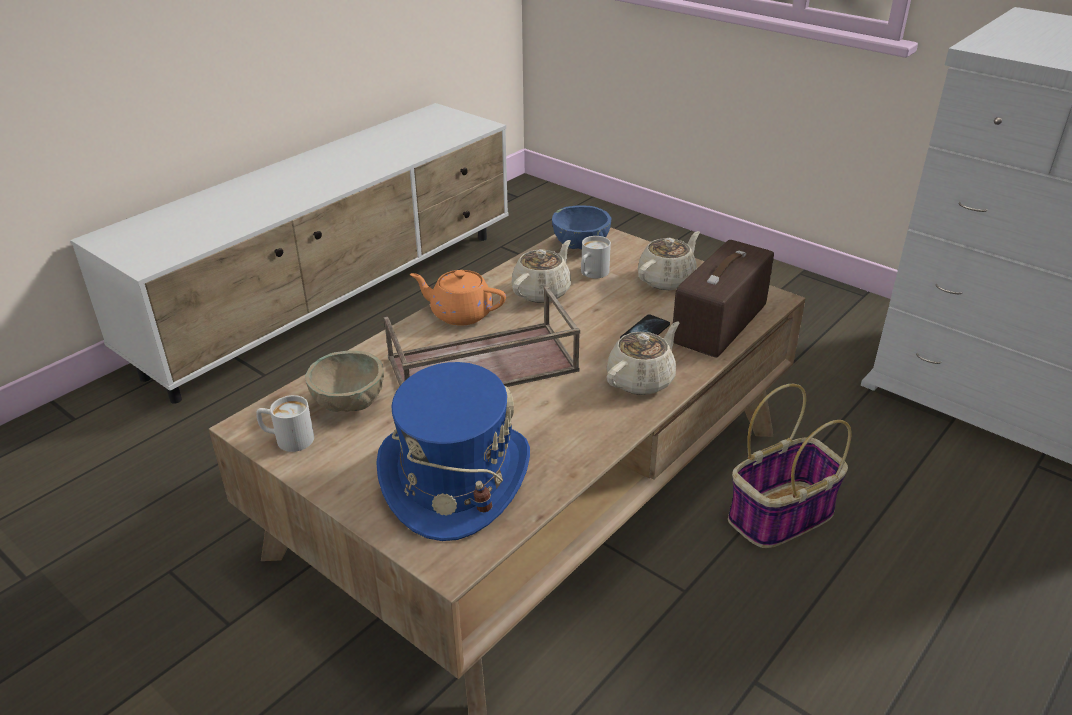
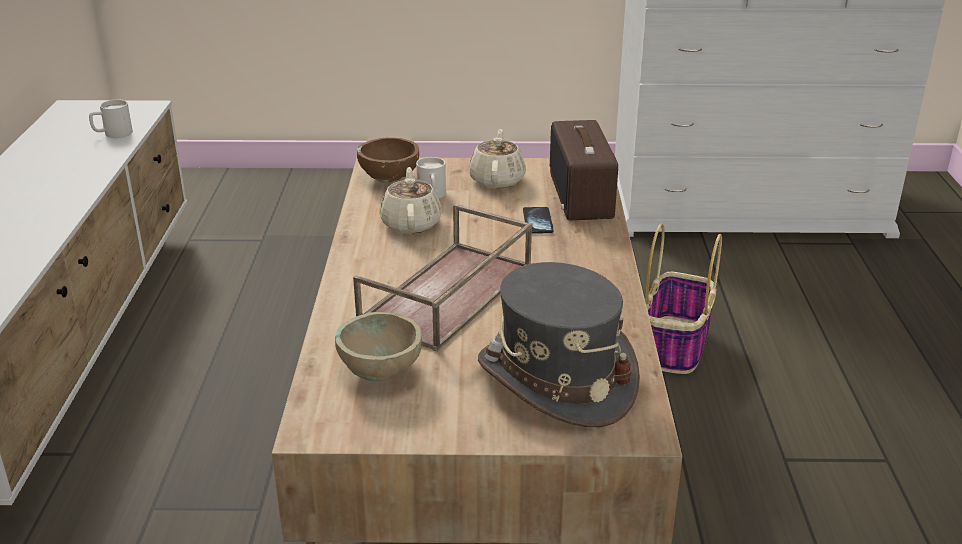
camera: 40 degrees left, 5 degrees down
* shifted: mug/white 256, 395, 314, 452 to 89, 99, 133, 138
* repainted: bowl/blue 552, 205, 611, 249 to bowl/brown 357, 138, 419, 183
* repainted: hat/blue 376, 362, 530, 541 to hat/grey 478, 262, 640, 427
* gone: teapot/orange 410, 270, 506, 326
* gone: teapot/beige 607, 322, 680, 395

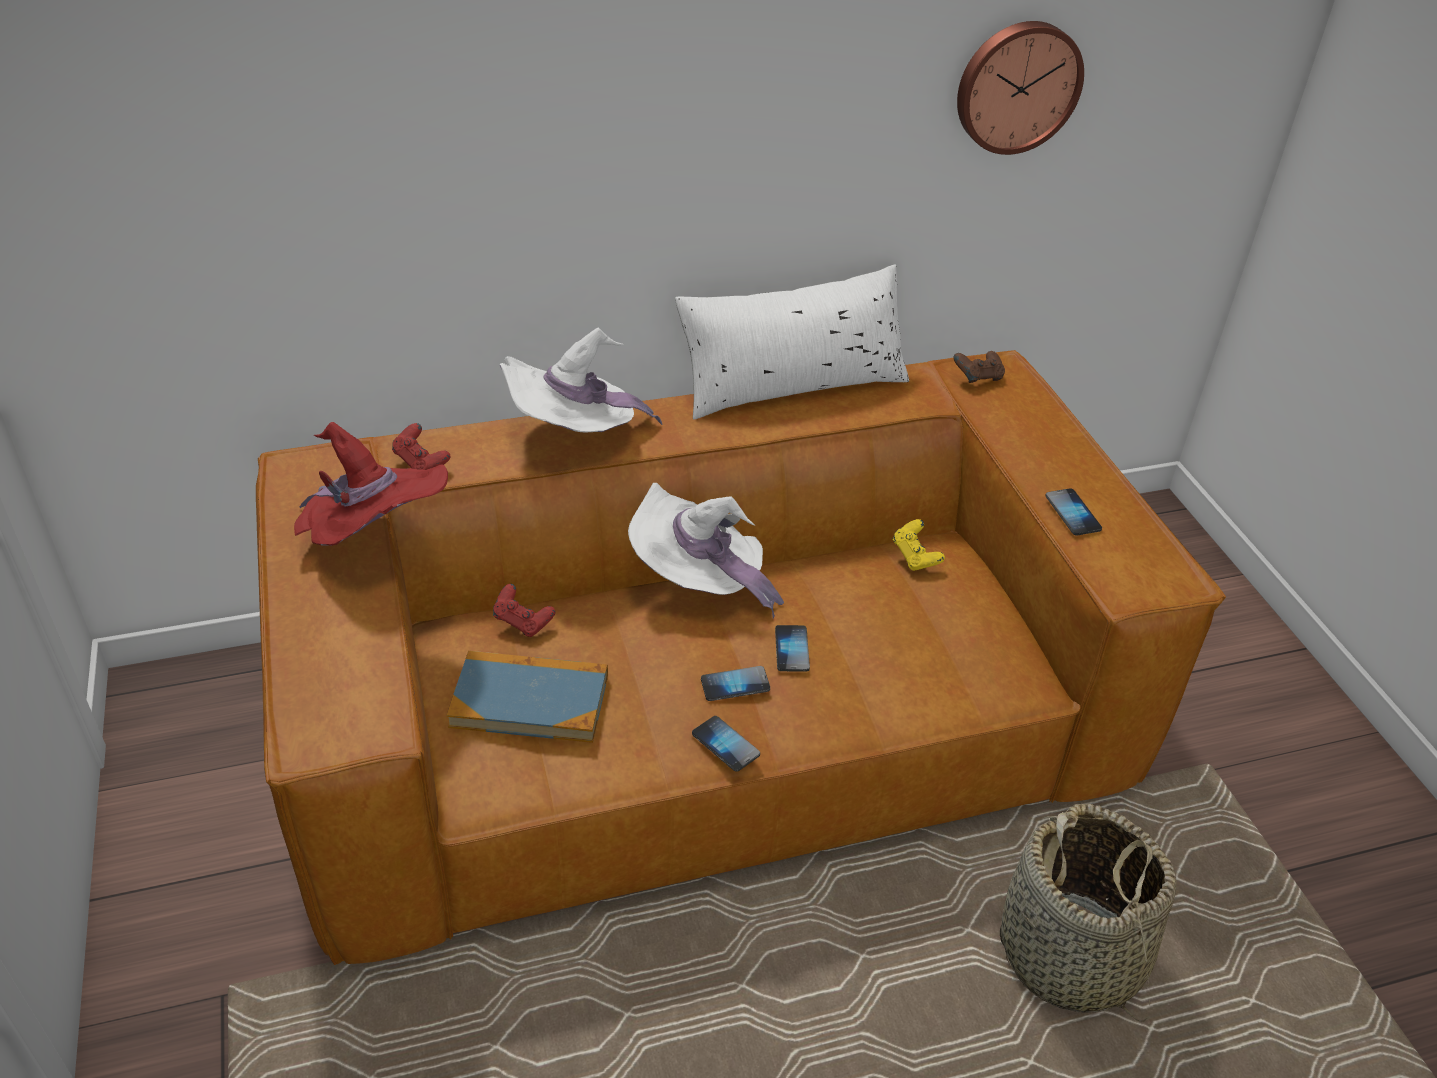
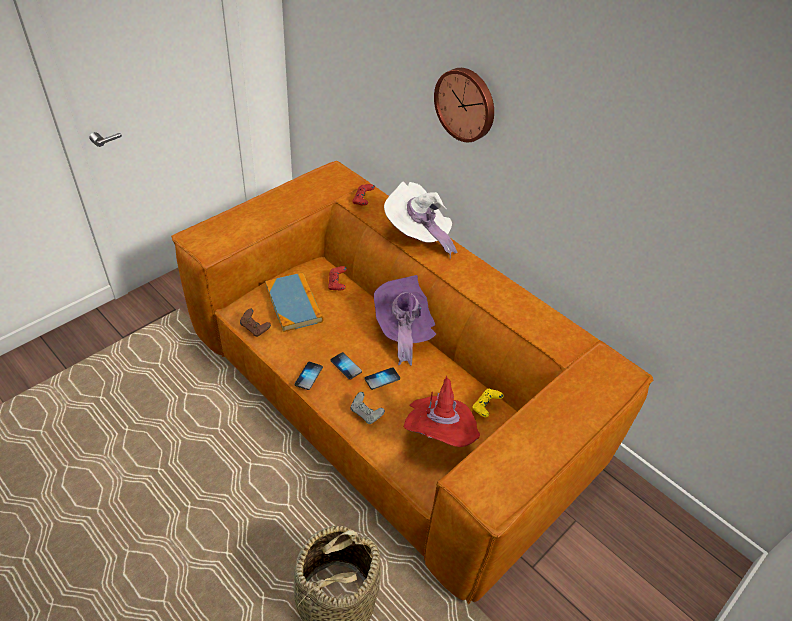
camera: 60 degrees right, 5 degrees up
* shifted: game controller/brown 954, 351, 1005, 383 to 240, 308, 271, 337
* new: game controller/grey 351, 392, 385, 424
* repainted: hat/white 628, 483, 784, 618 to hat/purple 374, 275, 436, 366
* shifted: hat/red 294, 422, 448, 546 to 404, 376, 480, 447
* shifted: wall clock 957, 21, 1084, 155 to 434, 68, 494, 142
* gone: pillow/white 675, 265, 909, 420
* gone: phone 1045, 488, 1102, 535

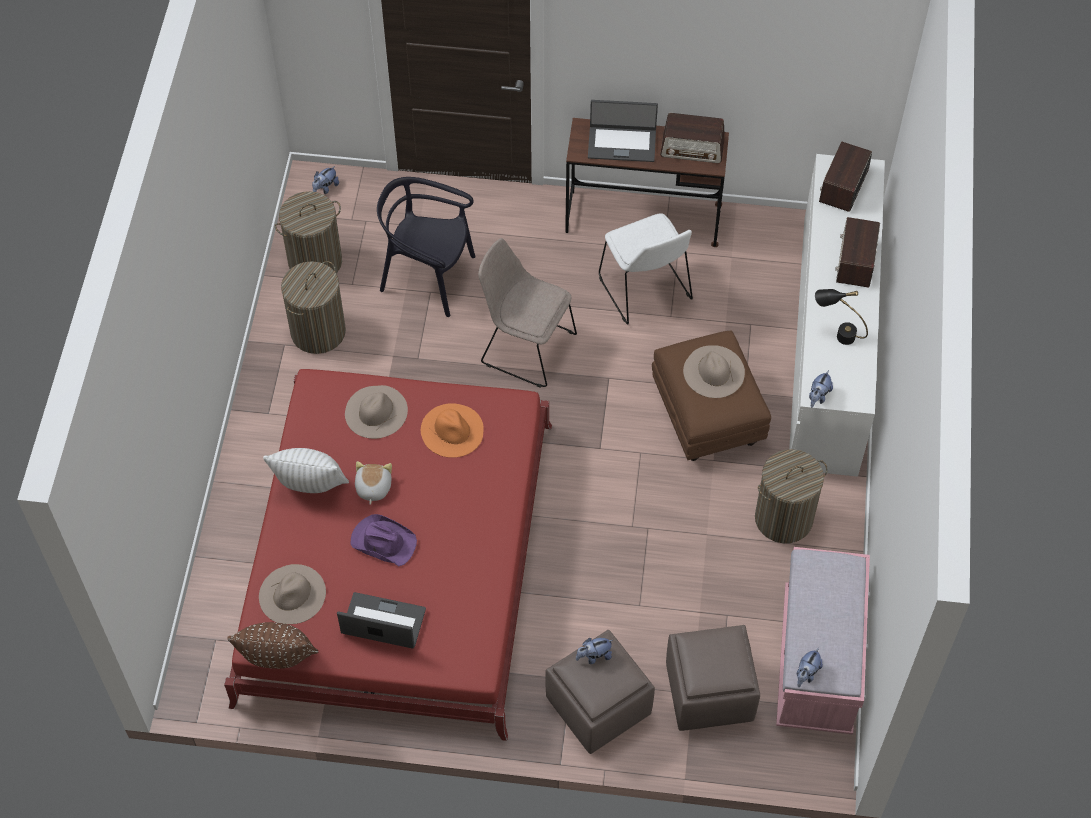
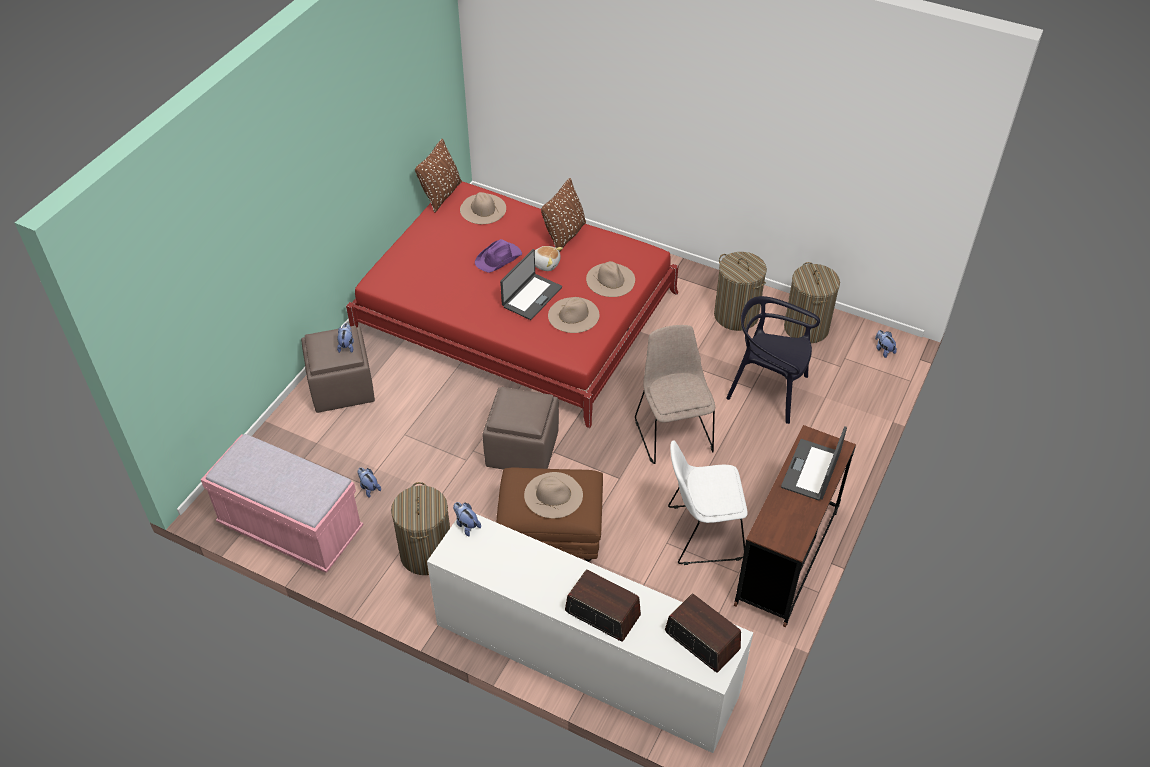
camera: 110 degrees right, 10 degrees down
* shifted: plush toy 797, 648, 823, 687 to 358, 467, 381, 498
* shifted: ottoman/brown 666, 625, 760, 731 to 483, 387, 559, 469
* shifted: laptop 337, 592, 426, 649 to 500, 249, 562, 320
* repainted: pillow/white 263, 448, 349, 493 to pillow/brown 541, 178, 586, 252
* repainted: hat/orange 421, 403, 484, 458 to hat/beige 548, 297, 599, 333
* rotated: chair/beige 478, 238, 577, 388 = 635, 325, 715, 464 60 degrees counterclockwise
* rotated: chair/black 377, 177, 476, 317 = 726, 296, 820, 424 105 degrees counterclockwise
* gone: radio 660, 113, 725, 163
* gone: table lamp/black 815, 289, 868, 345

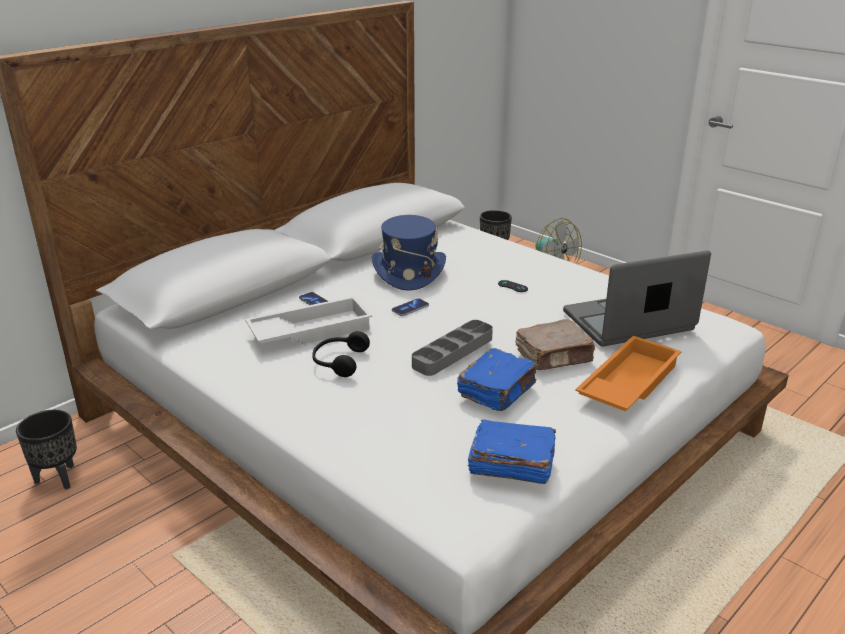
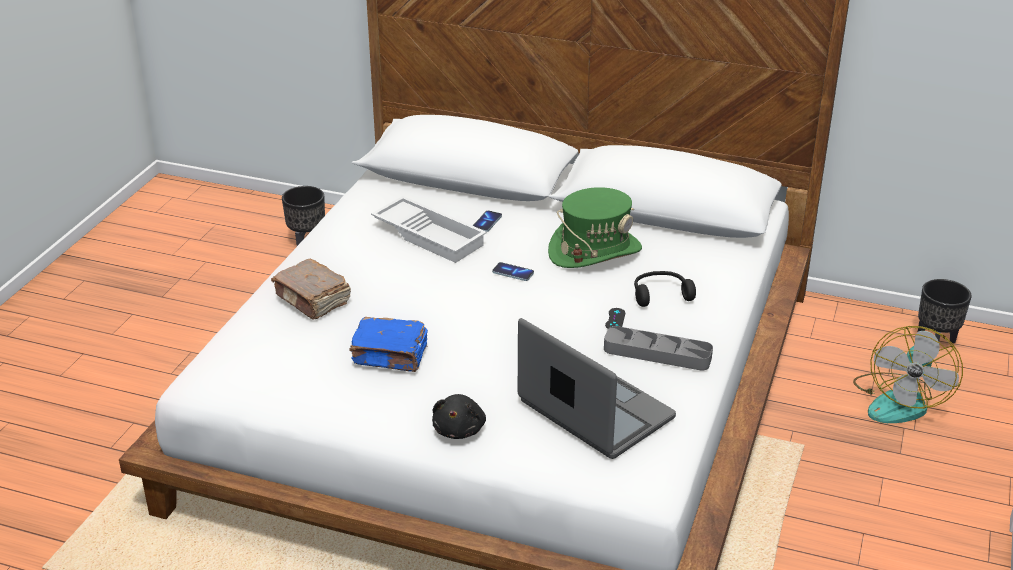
camera: 65 degrees right, 5 degrees up
* shifted: book/brown 515, 319, 596, 370 to 271, 259, 351, 319
* swapped: tray/orange 575, 336, 681, 411 to plush toy/black 432, 394, 486, 439
* repainted: hat/blue 372, 215, 446, 291 to hat/green 548, 187, 642, 268
* shifted: tray/grey 412, 320, 493, 376 to 604, 326, 713, 371
* shifted: headphones/black 312, 331, 370, 377 to 634, 271, 696, 307
* gone: book/blue 468, 419, 556, 484

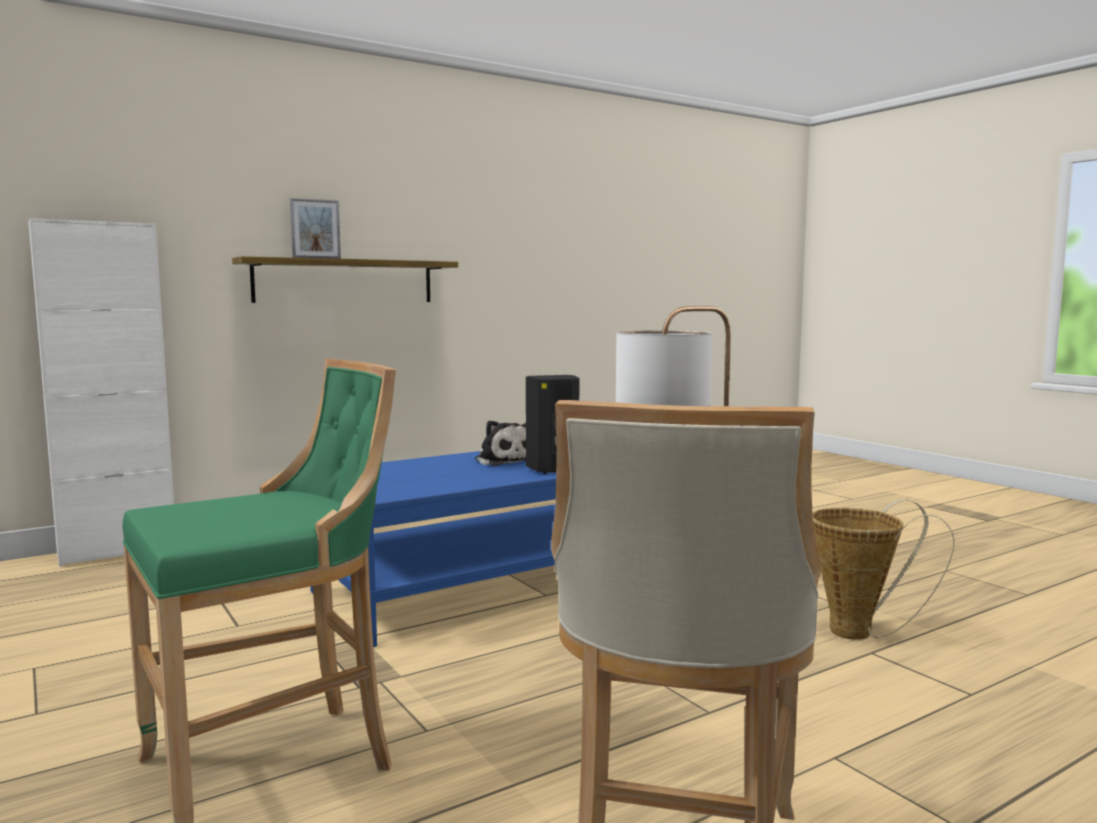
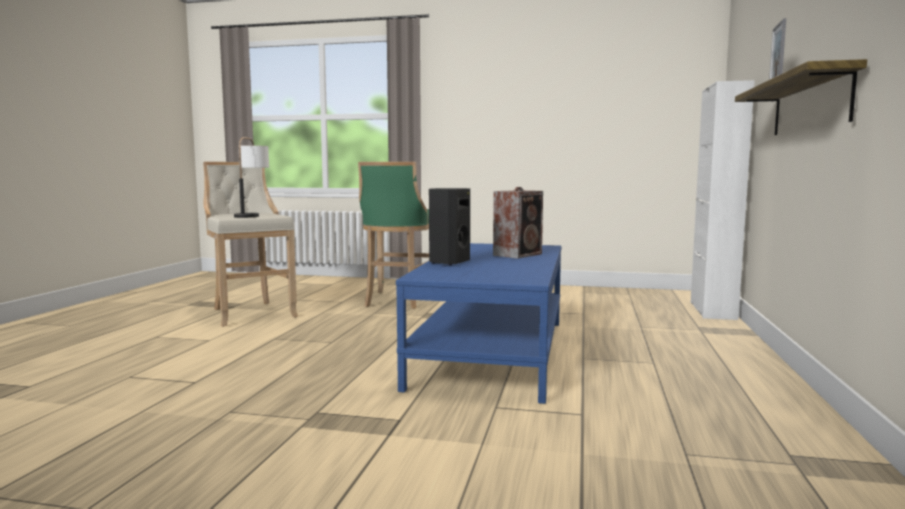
camera: 135 degrees right, 0 degrees up
* new: speaker 493, 187, 543, 259
* gone: plush toy 475, 420, 526, 466
* gone: basket 812, 499, 955, 640

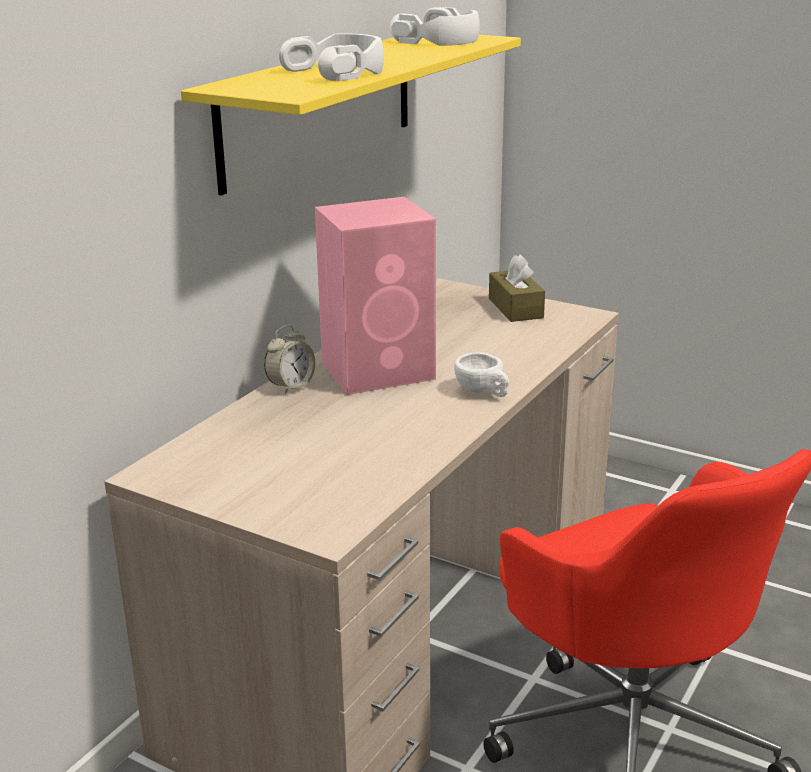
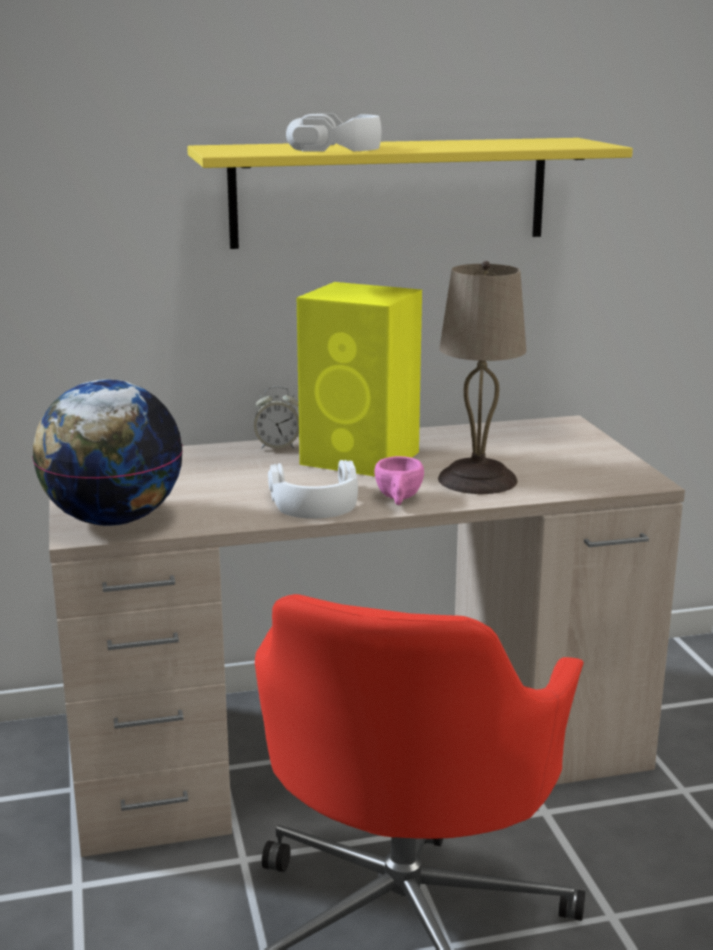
camera: 45 degrees right, 5 degrees down
* new: globe 32, 379, 183, 526
* shifted: headphones/white 390, 7, 480, 46 to 268, 460, 358, 519
* repainted: speaker/pink 315, 197, 436, 395 to speaker/yellow 297, 282, 422, 477
* repainted: cup/white 454, 352, 509, 397 to cup/pink 374, 456, 424, 505
* new: table lamp/beige 438, 261, 526, 494
* gone: tissue box/brown 489, 254, 545, 322

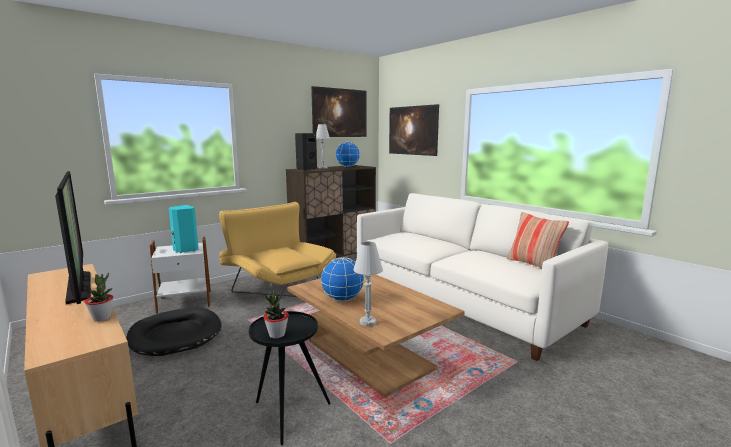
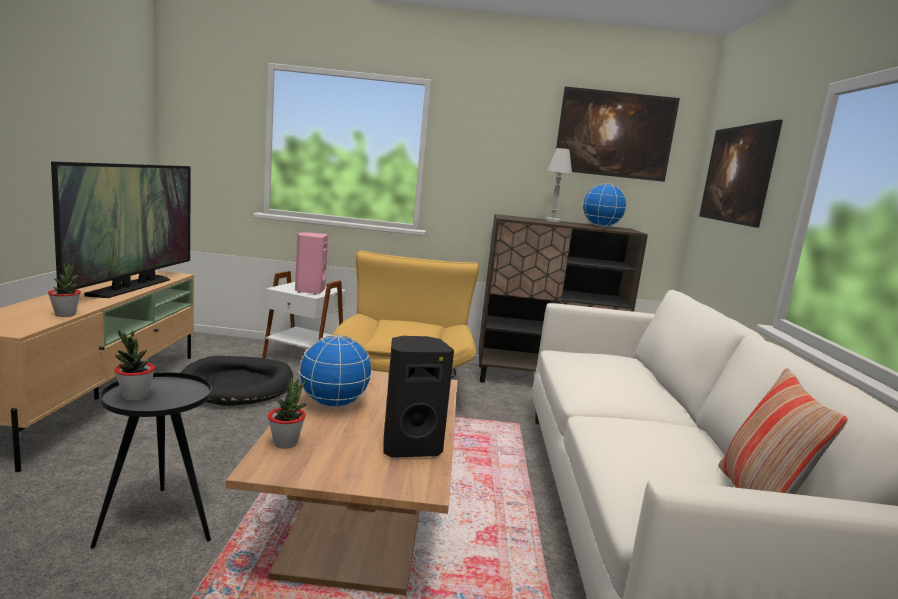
camera: 40 degrees right, 0 degrees up
* swapped: table lamp/white 353, 242, 383, 326 to potted plant 268, 378, 307, 449
* repainted: speaker/turquoise 169, 205, 199, 253 to speaker/pink 295, 232, 328, 295
* shifted: speaker/black 295, 133, 317, 170 to 383, 336, 454, 458

